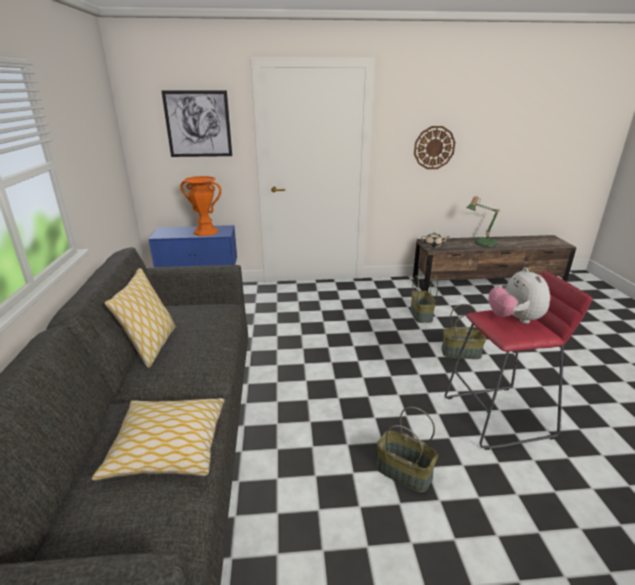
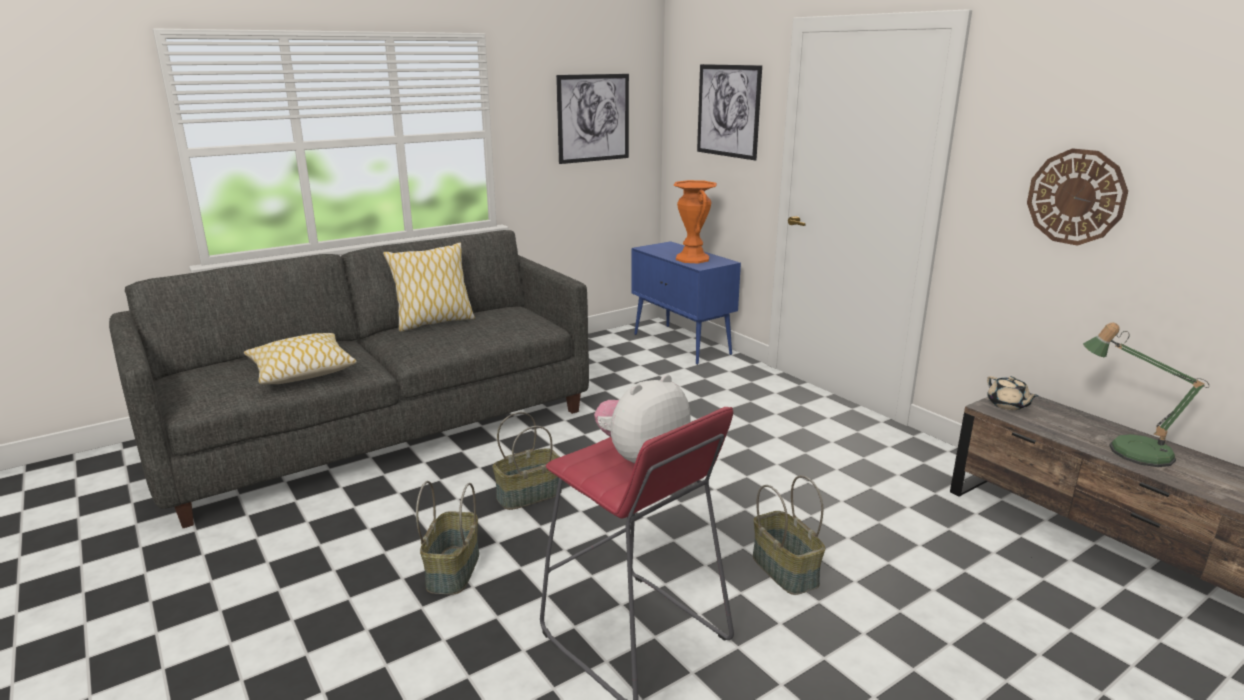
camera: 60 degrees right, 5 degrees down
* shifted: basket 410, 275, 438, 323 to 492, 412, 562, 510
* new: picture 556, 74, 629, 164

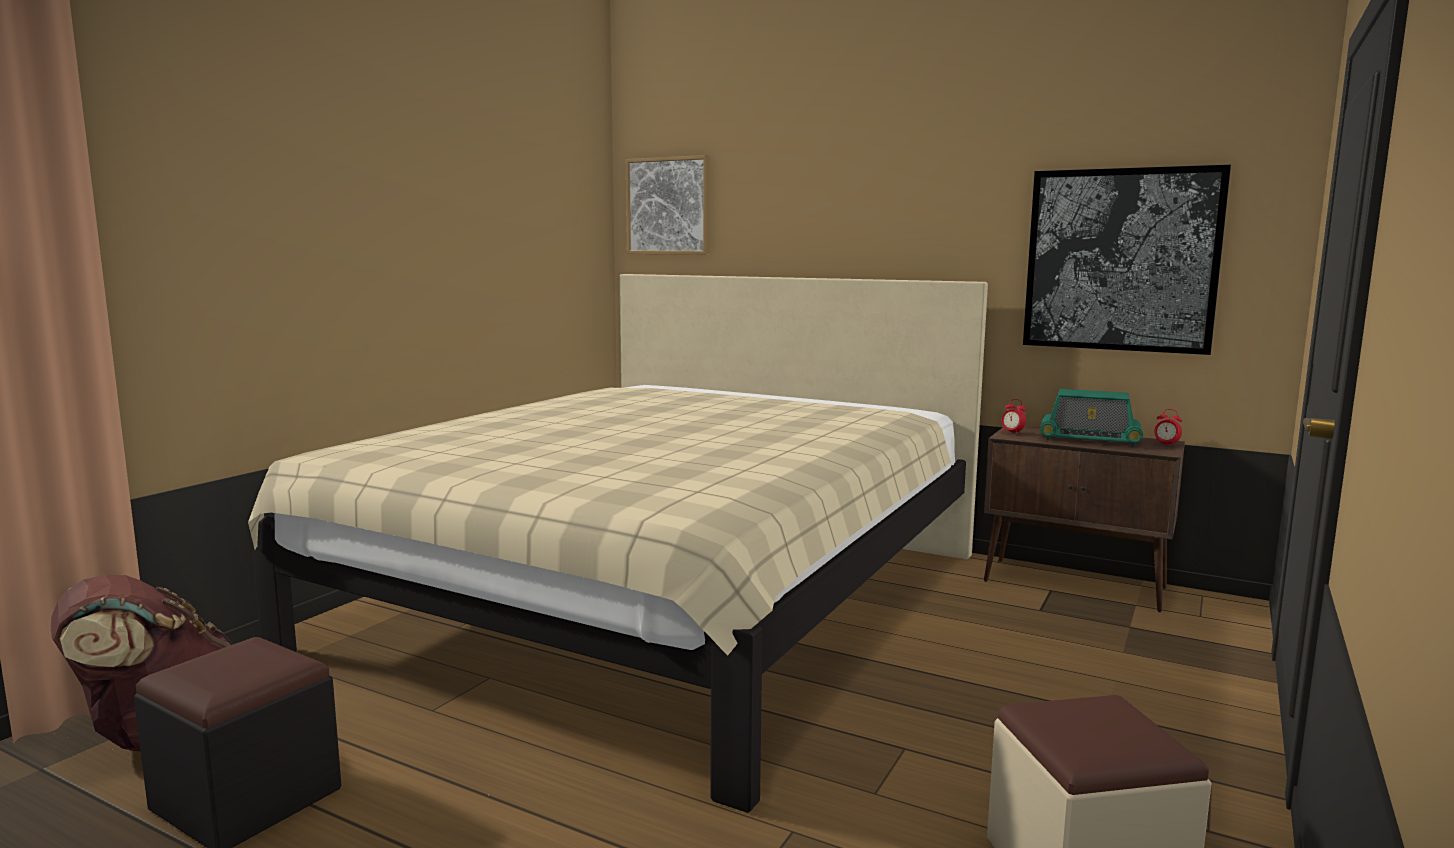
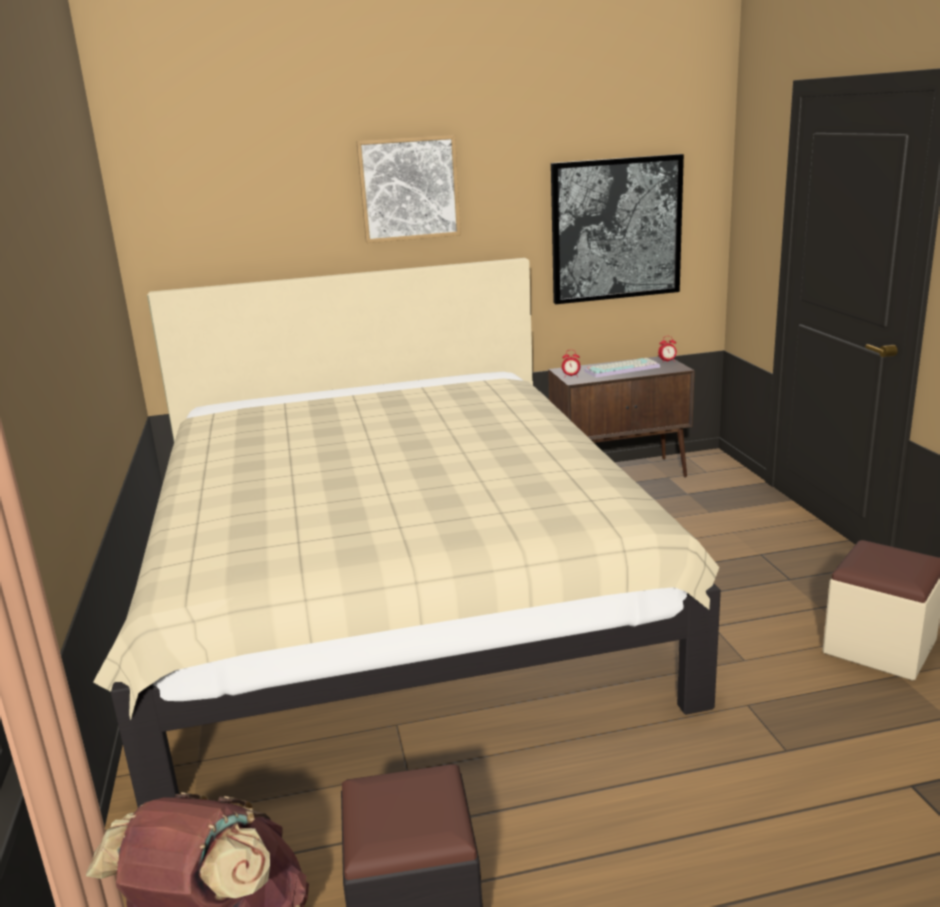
camera: 40 degrees left, 10 degrees up
* shifted: picture 626, 155, 710, 255 to 356, 135, 461, 243
* swapped: radio 1040, 389, 1143, 447 to keyboard 584, 358, 660, 378

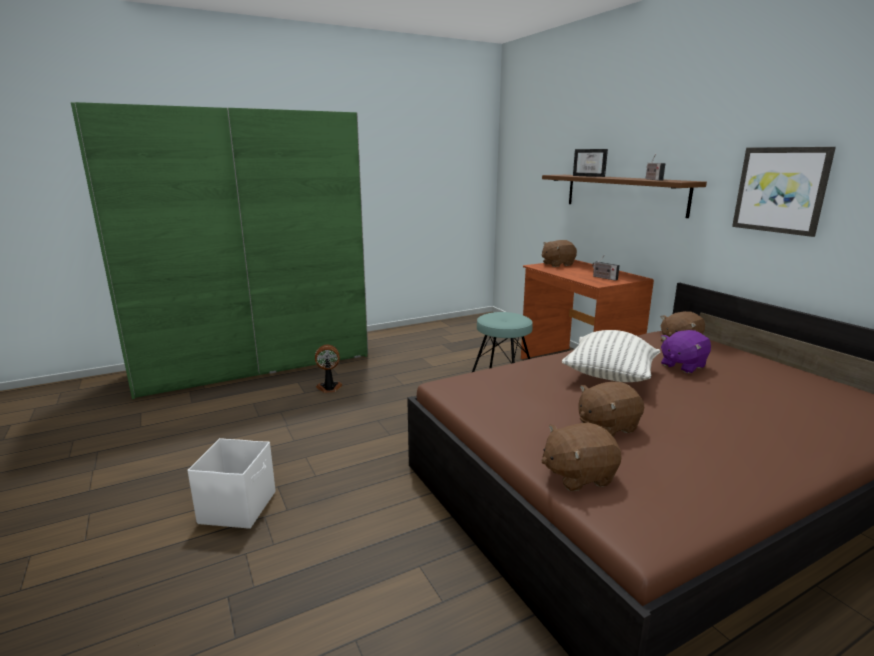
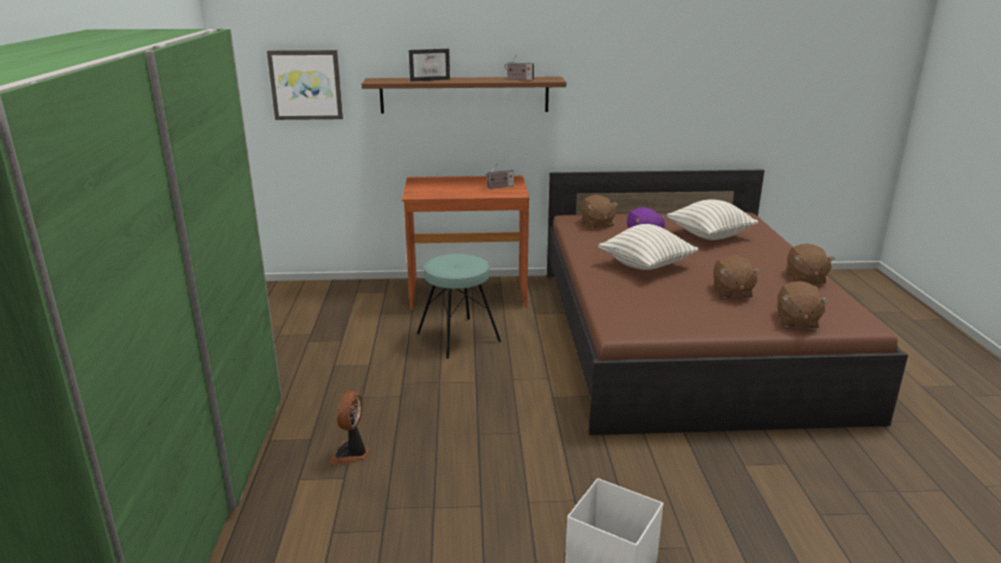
camera: 65 degrees left, 5 degrees up
* shifted: picture 732, 147, 836, 237 to 267, 50, 343, 120
* new: pillow 666, 199, 758, 240
* shifted: plush toy/brown 542, 240, 577, 267 to 787, 243, 835, 285

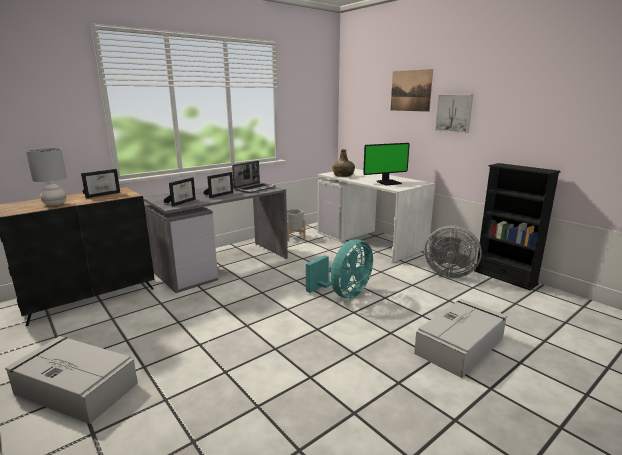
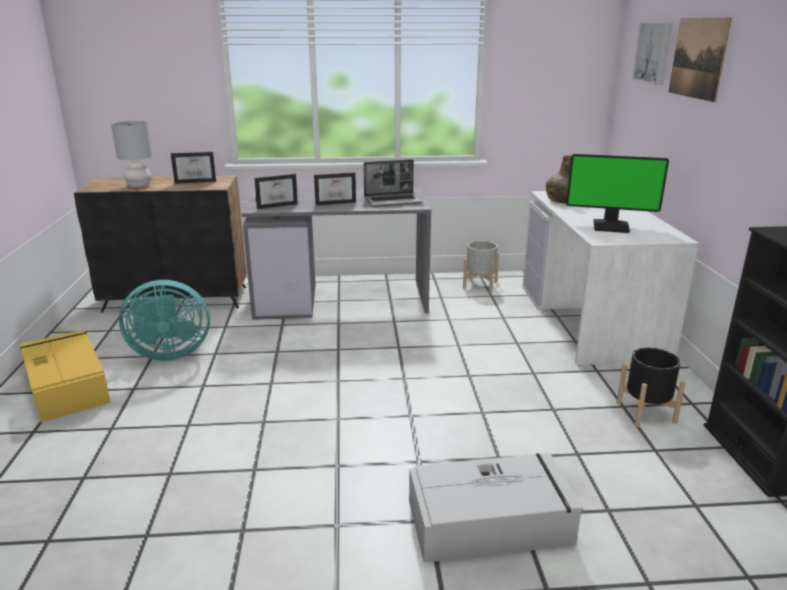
camera: 35 degrees right, 5 degrees up
* repainted: storage box/grey 5, 336, 138, 424 to storage box/yellow 20, 330, 111, 423
* shifted: fan/turquoise 306, 239, 373, 298 to 119, 280, 210, 361
* swapped: fan/grey 424, 225, 482, 278 to planter/black 616, 348, 686, 427
* shifted: picture 435, 95, 473, 133 to 632, 23, 672, 85

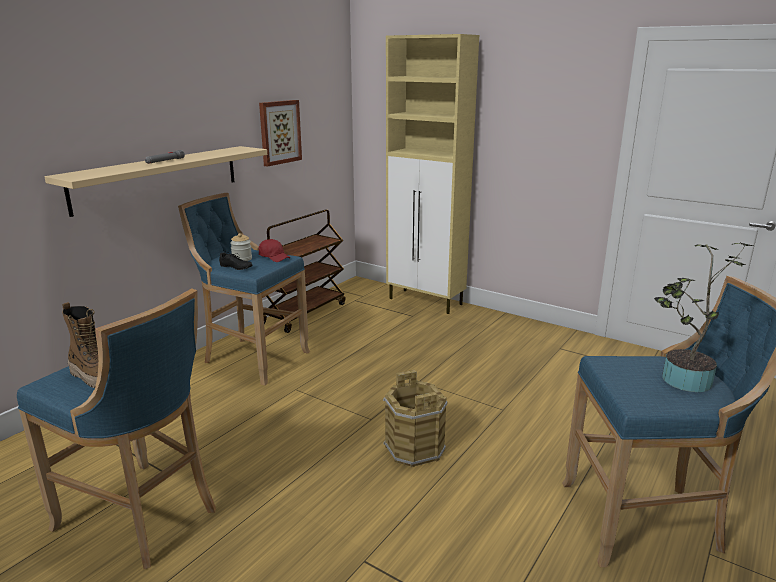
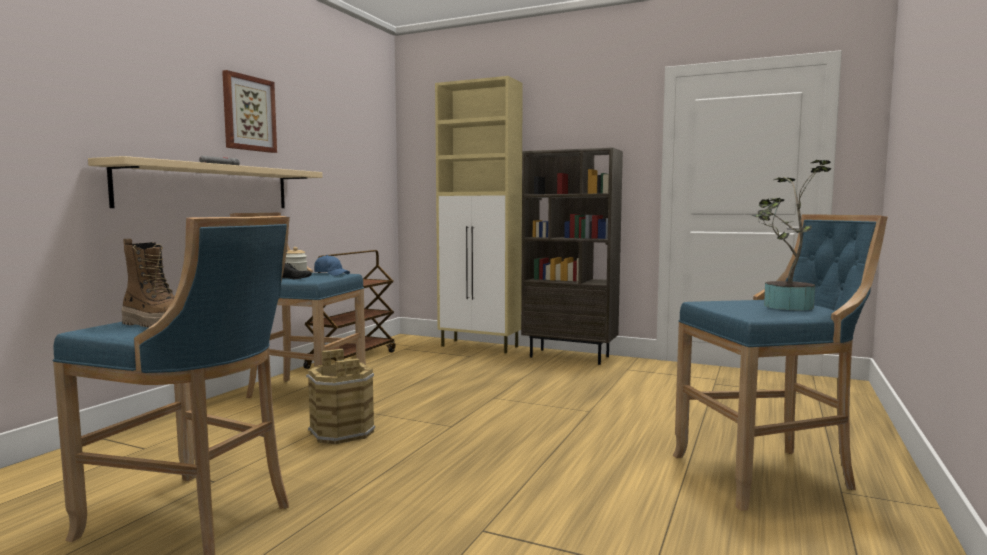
camera: 10 degrees left, 15 degrees down
* shifted: picture 259, 100, 302, 167 to 222, 70, 277, 153
* shifted: bucket/brown 383, 370, 448, 467 to 306, 349, 375, 444
* repainted: cap/red 259, 239, 291, 262 to cap/blue 314, 255, 350, 276
* new: bookcase/brown 521, 147, 623, 365

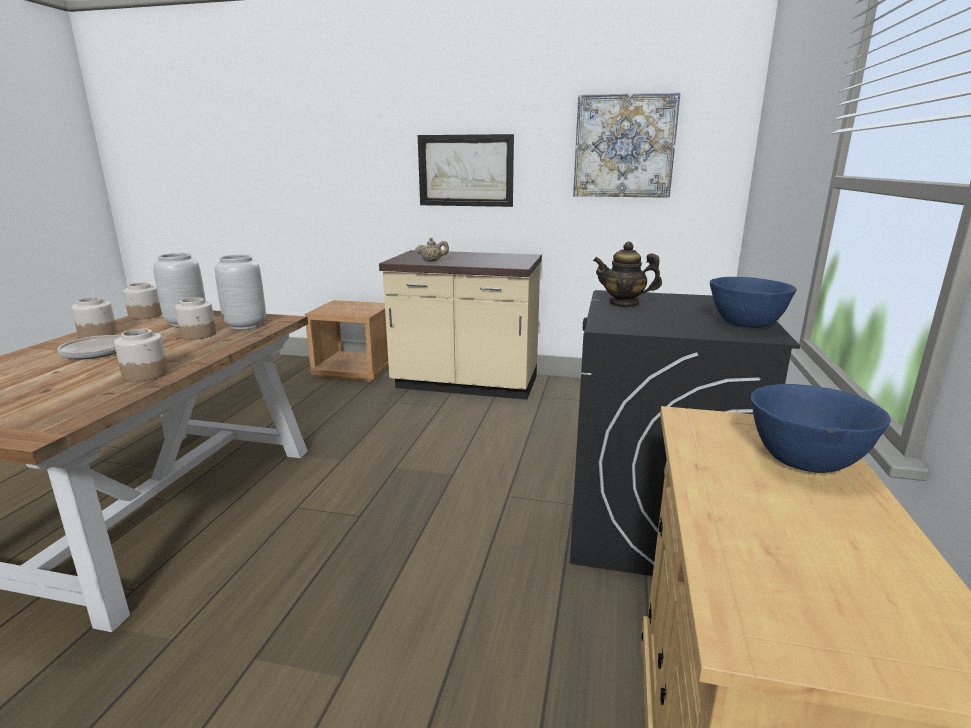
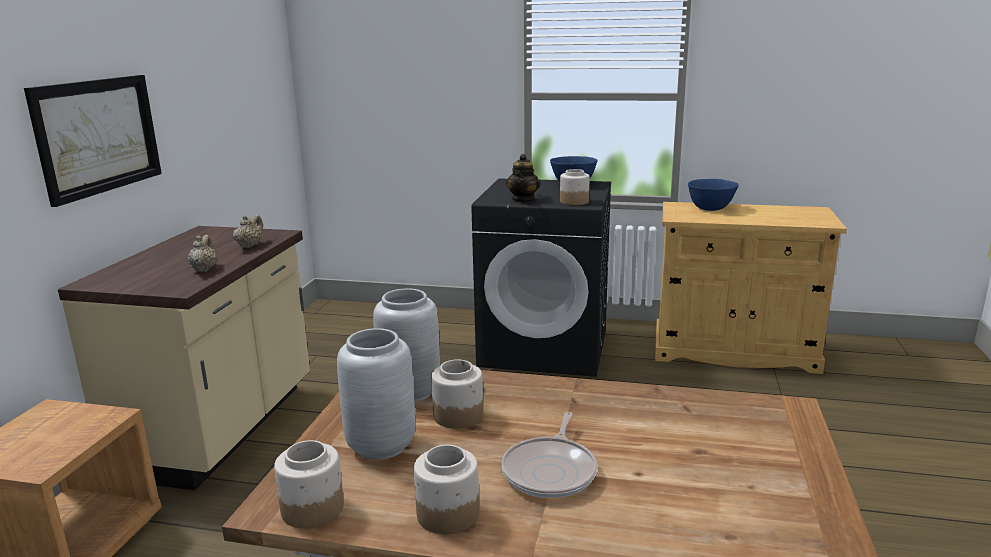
camera: 90 degrees left, 0 degrees up
* new: teapot/beige 233, 215, 263, 248
* shifted: jar 114, 329, 168, 382 to 560, 169, 590, 205
* gone: picture 573, 92, 681, 198

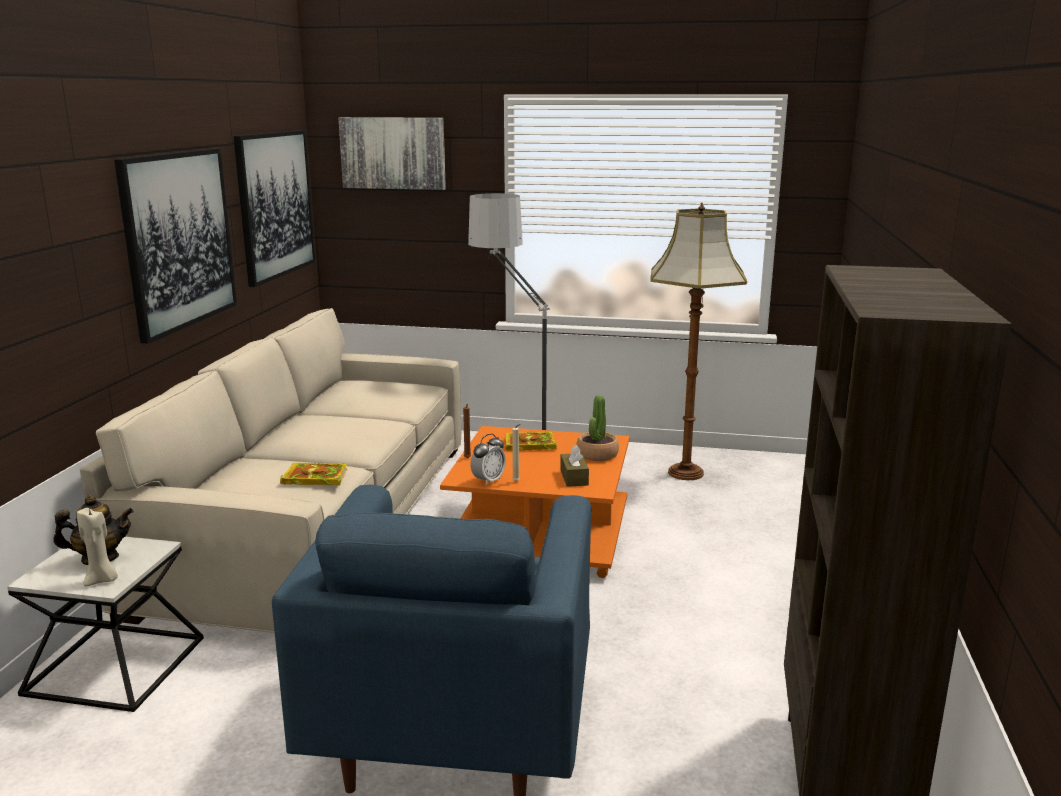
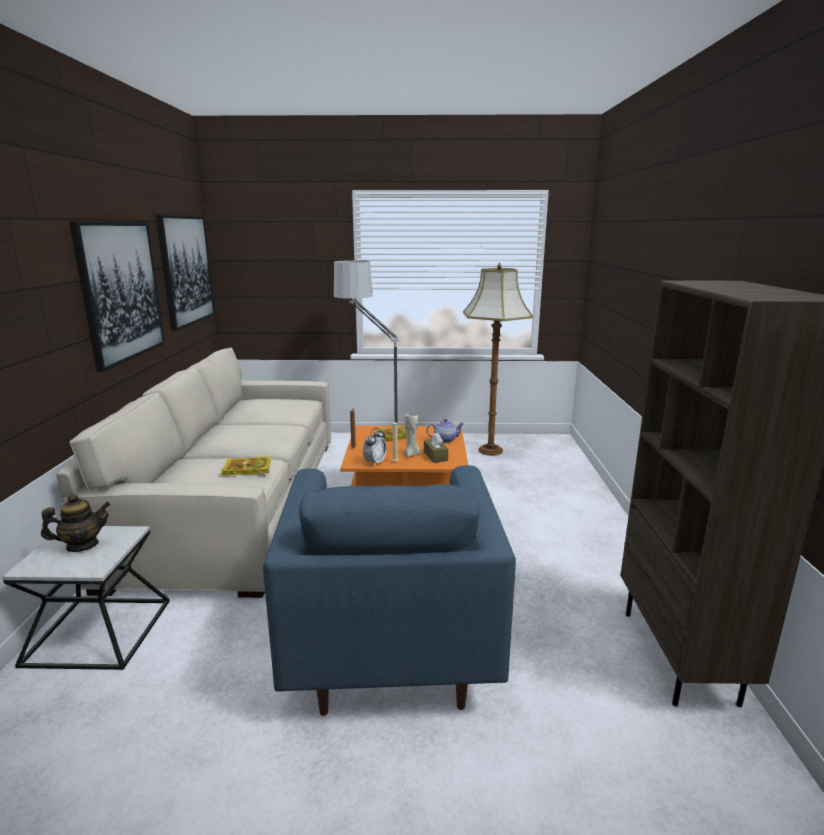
camera: 10 degrees left, 0 degrees up
* shifted: candle/beige 77, 508, 118, 587 to 404, 413, 421, 457
* swapped: potted plant 577, 395, 619, 461 to teapot 427, 419, 464, 443
* gone: picture 338, 117, 446, 190

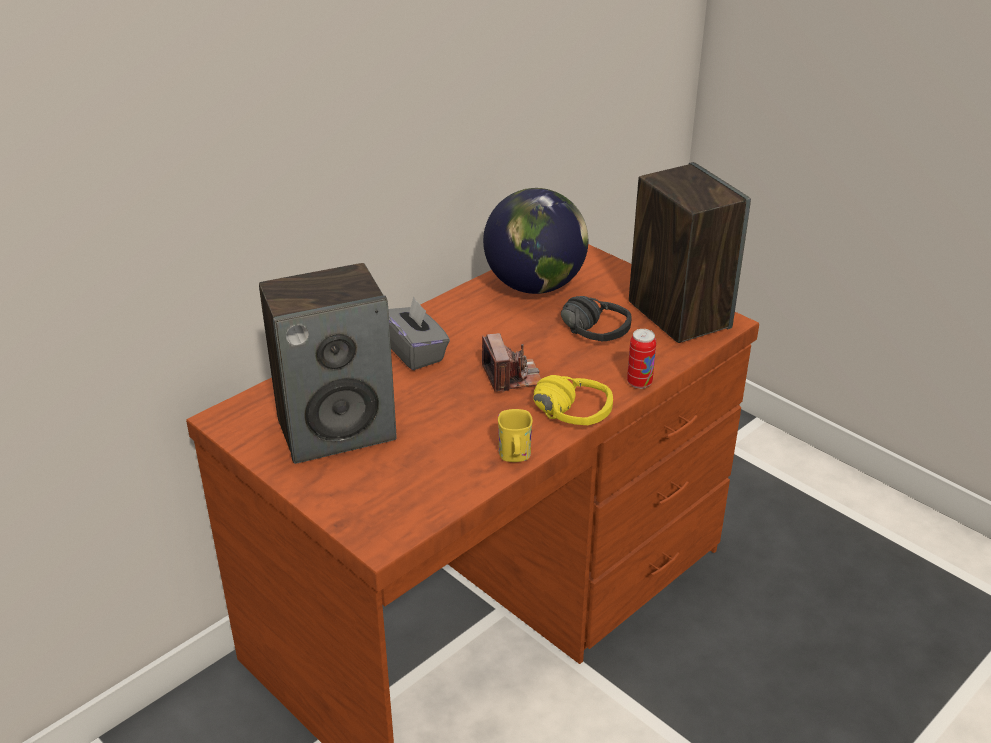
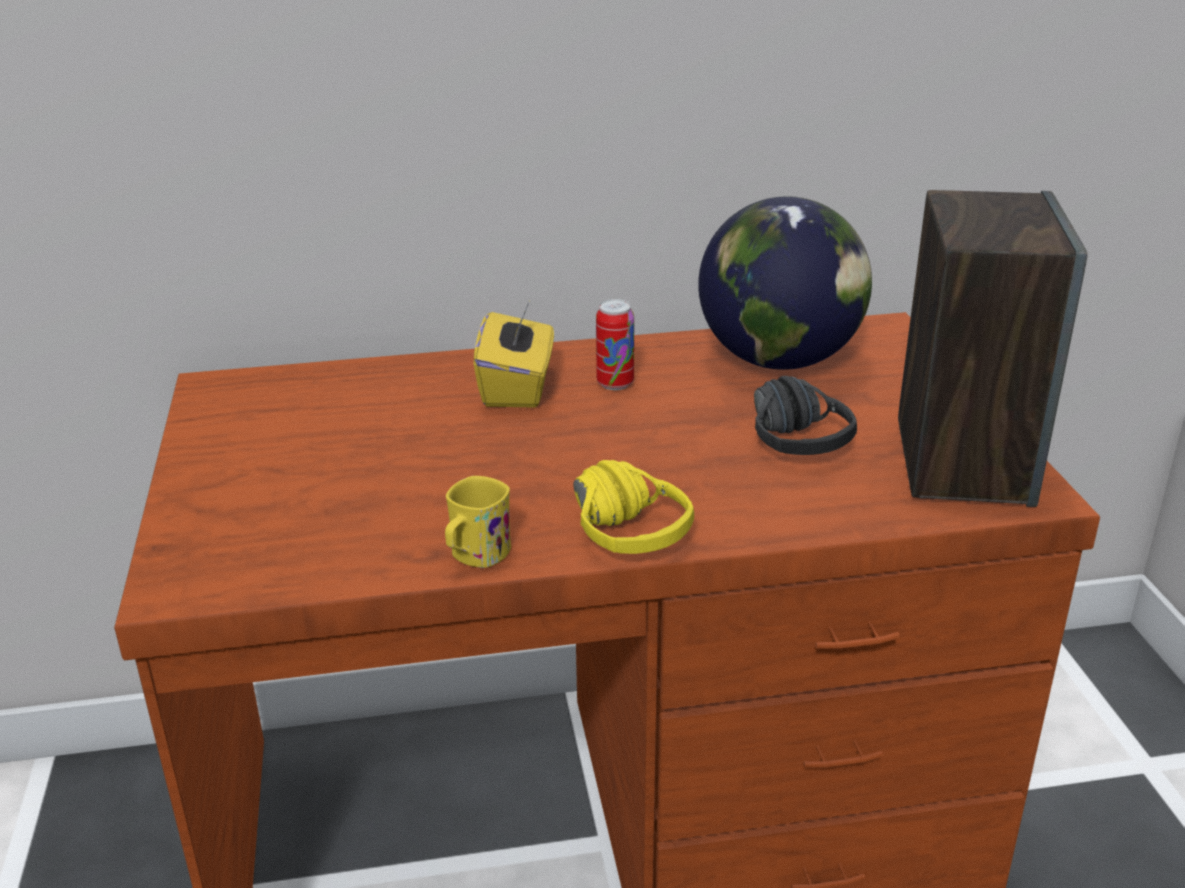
camera: 35 degrees right, 5 degrees down
* repainted: tissue box/grey 388, 296, 450, 370 to tissue box/yellow 474, 301, 554, 407
* shifted: can 627, 329, 656, 389 to 596, 299, 634, 390
* gone: speaker 259, 263, 396, 464
* gone: photo camera 482, 333, 541, 393

